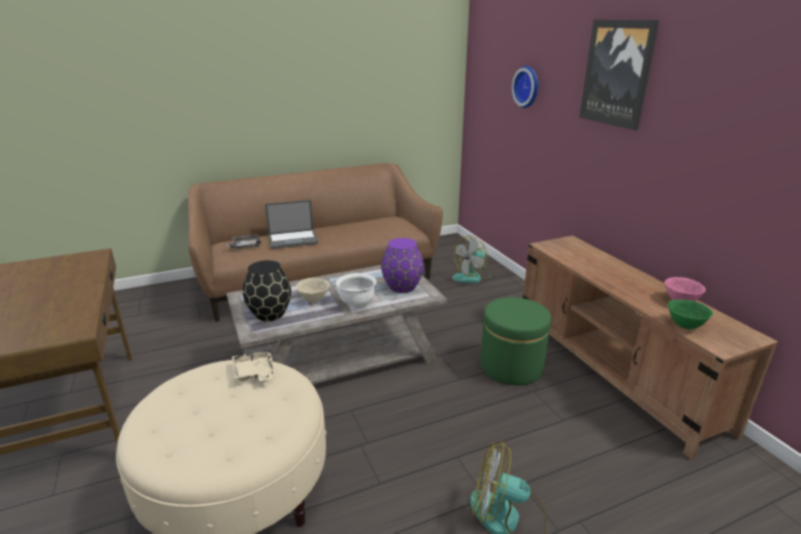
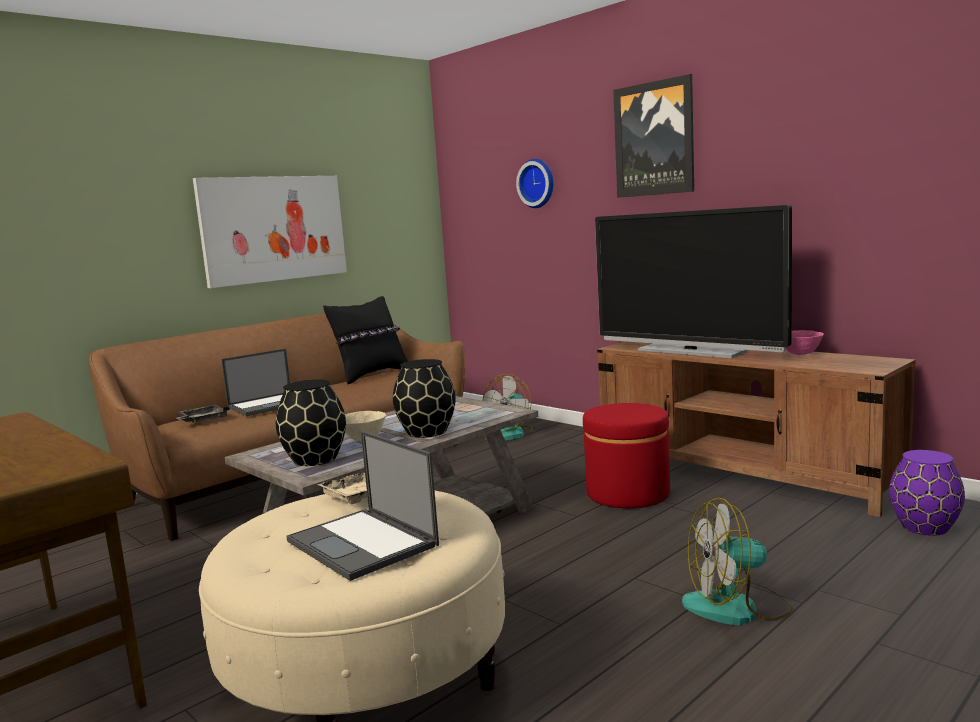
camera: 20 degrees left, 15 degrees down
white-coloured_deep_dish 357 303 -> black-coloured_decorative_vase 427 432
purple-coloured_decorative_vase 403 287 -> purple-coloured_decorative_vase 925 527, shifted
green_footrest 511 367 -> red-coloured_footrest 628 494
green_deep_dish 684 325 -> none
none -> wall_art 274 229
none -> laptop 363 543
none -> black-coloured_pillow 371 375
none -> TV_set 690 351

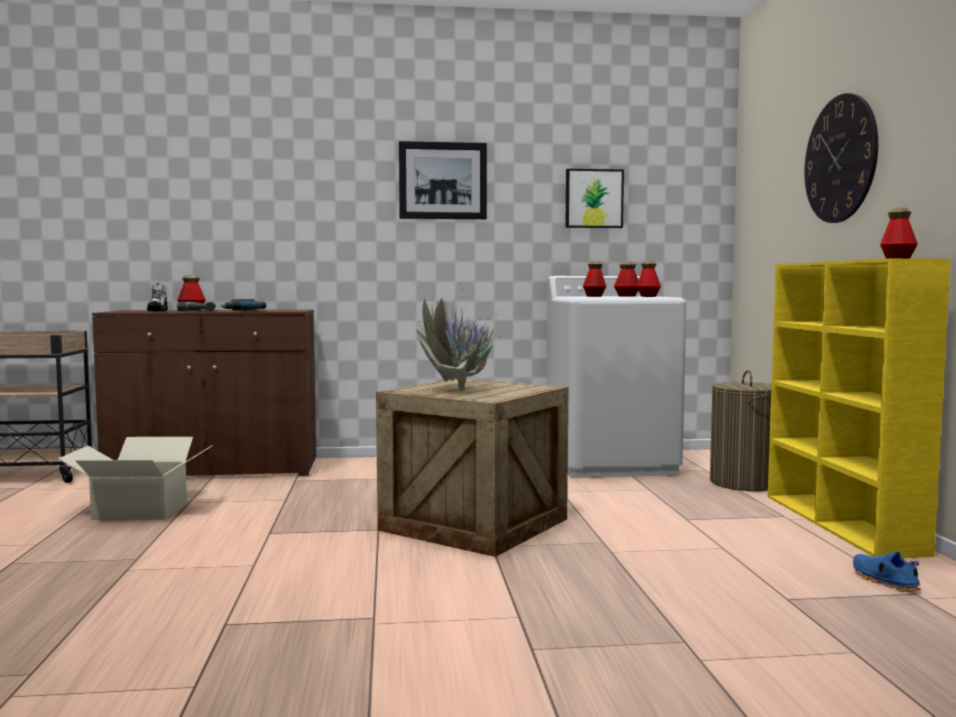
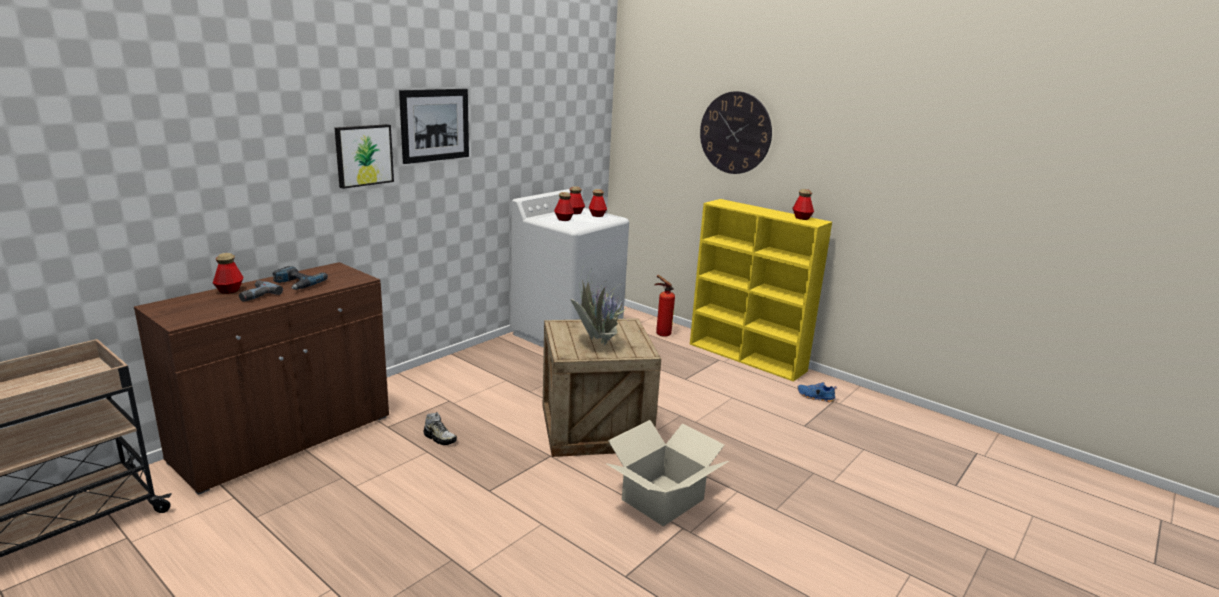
camera: 45 degrees left, 15 degrees up
carton 141 510 -> carton 662 499, shifted
shoe 158 311 -> shoe 440 438, shifted
wall_art 593 199 -> wall_art 363 155, shifted
laundry_basket 744 483 -> extinguisher 661 333

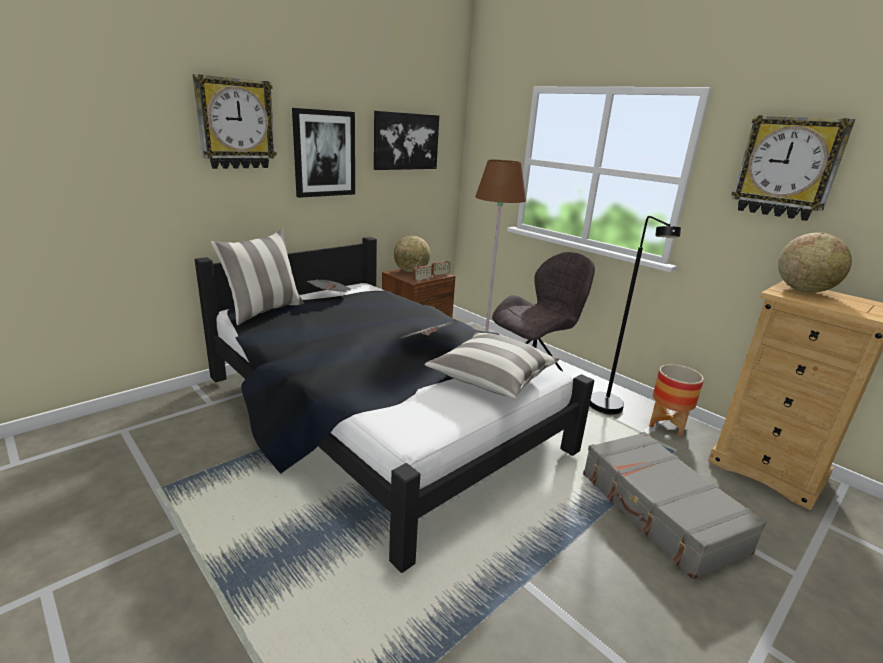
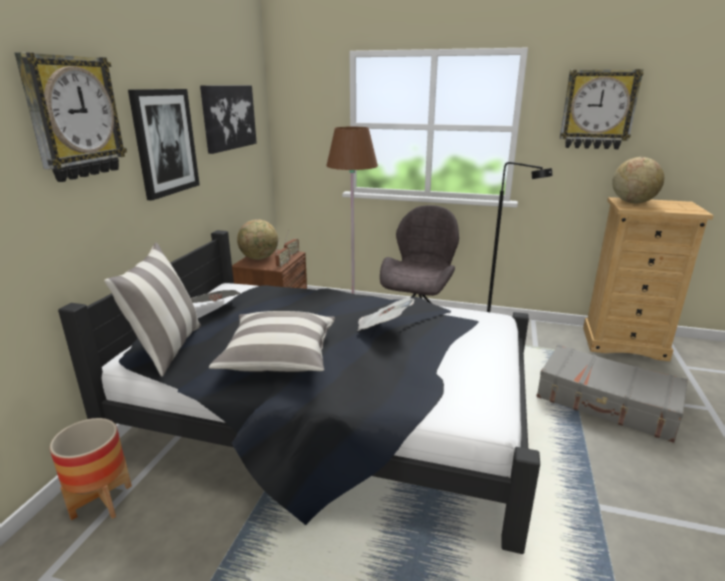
camera: 30 degrees left, 0 degrees up
pillow 491 378 -> pillow 279 357, shifted
plant_pot 667 424 -> plant_pot 102 501, shifted

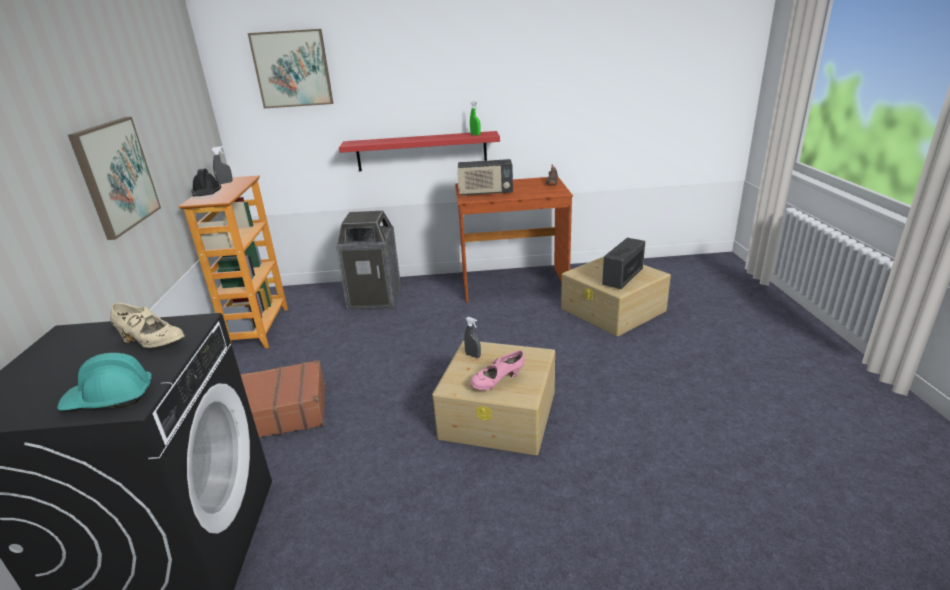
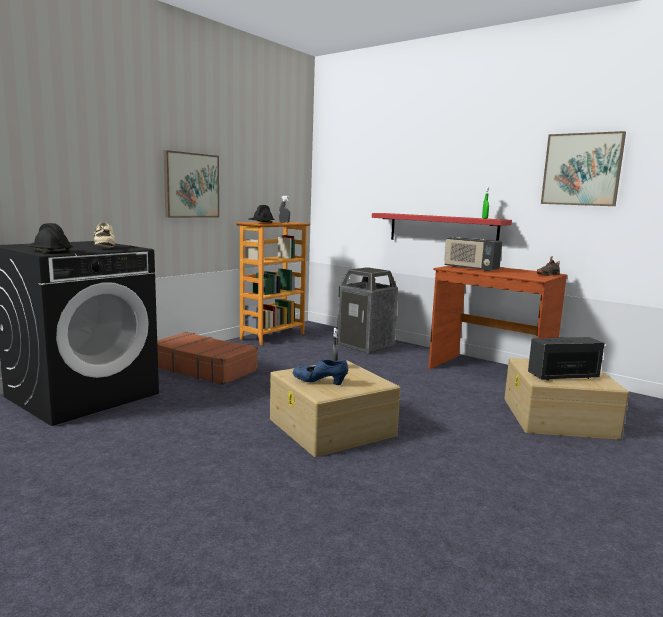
camera: 40 degrees right, 15 degrees down
turquoise_work_helmet 110 399 -> black-coloured_work_helmet 48 251
wall_art 292 69 -> wall_art 582 169, shifted
pinkish_shoe 498 382 -> bluish_shoe 319 382

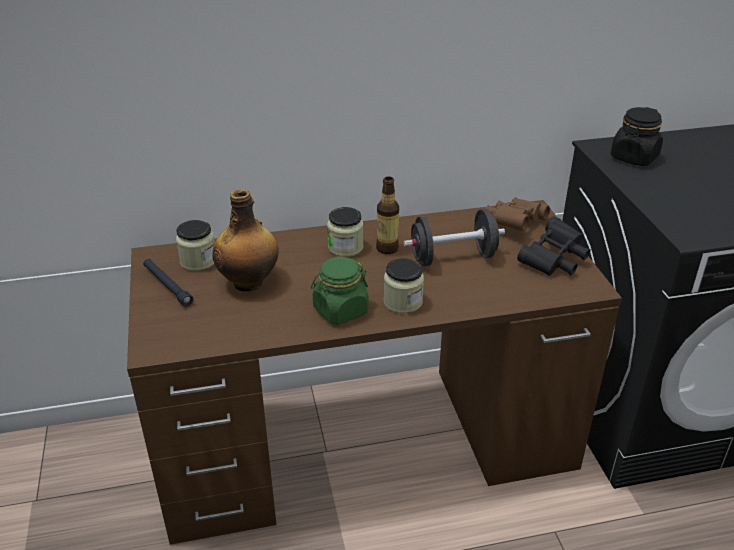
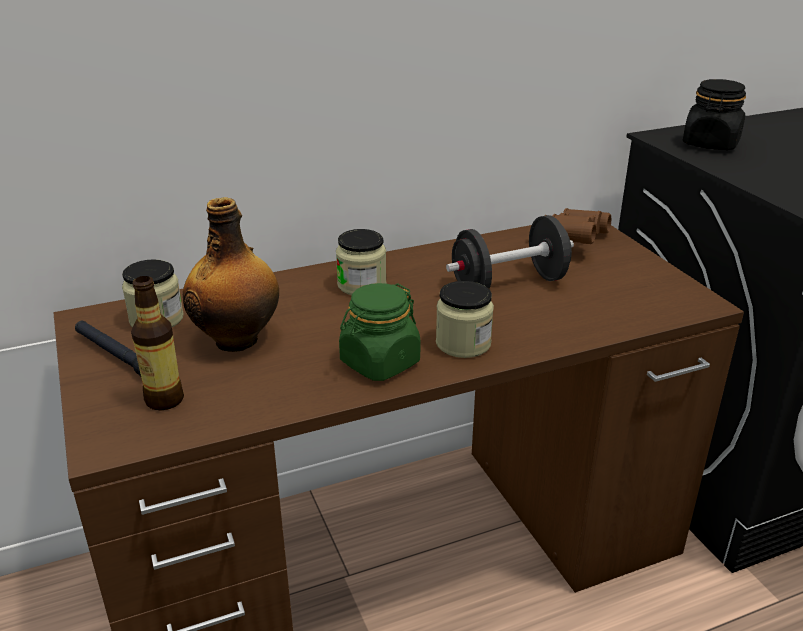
camera: 10 degrees left, 5 degrees down
beverage_bottle 387 248 -> beverage_bottle 164 400, shifted
black-coloured_pair_of_binoculars 554 261 -> none

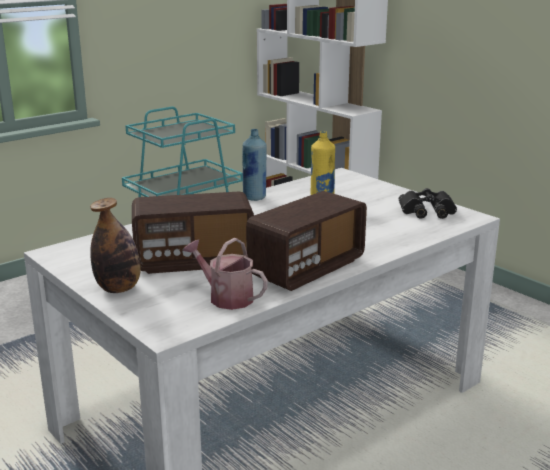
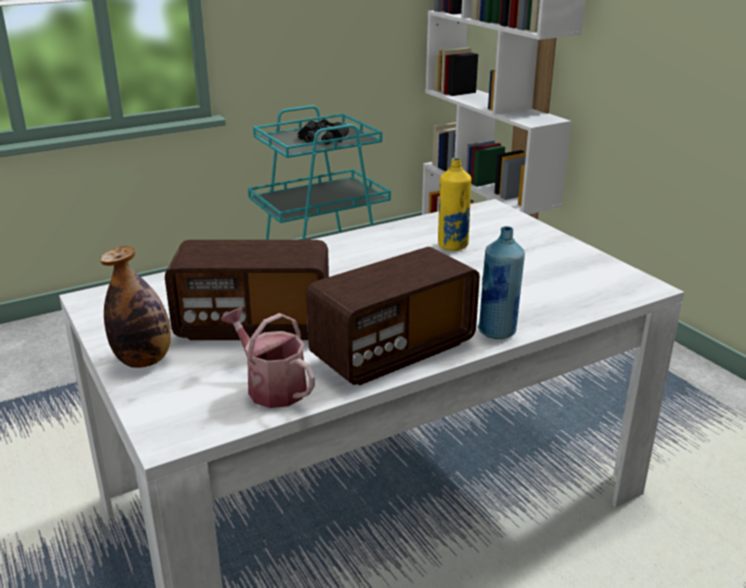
camera: 10 degrees right, 5 degrees up
bluish_beverage_bottle 254 197 -> bluish_beverage_bottle 497 331, shifted
black-coloured_pair_of_binoculars 427 211 -> black-coloured_pair_of_binoculars 322 138, shifted

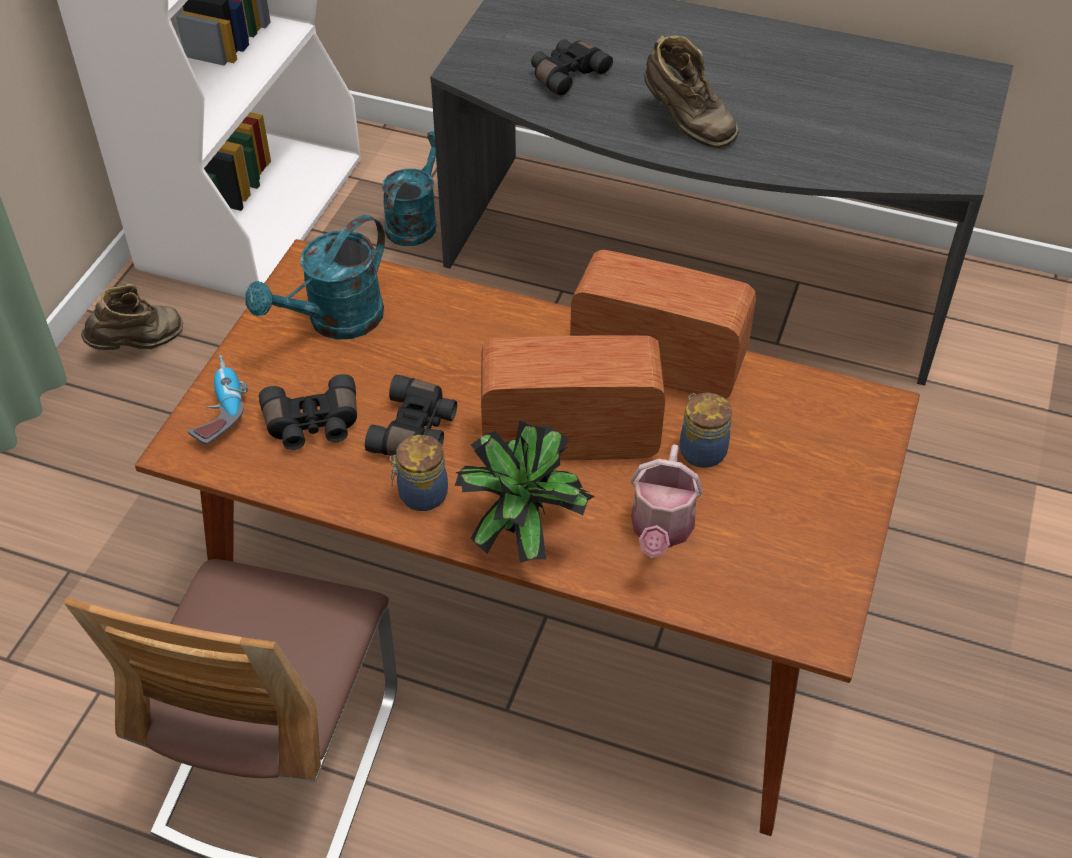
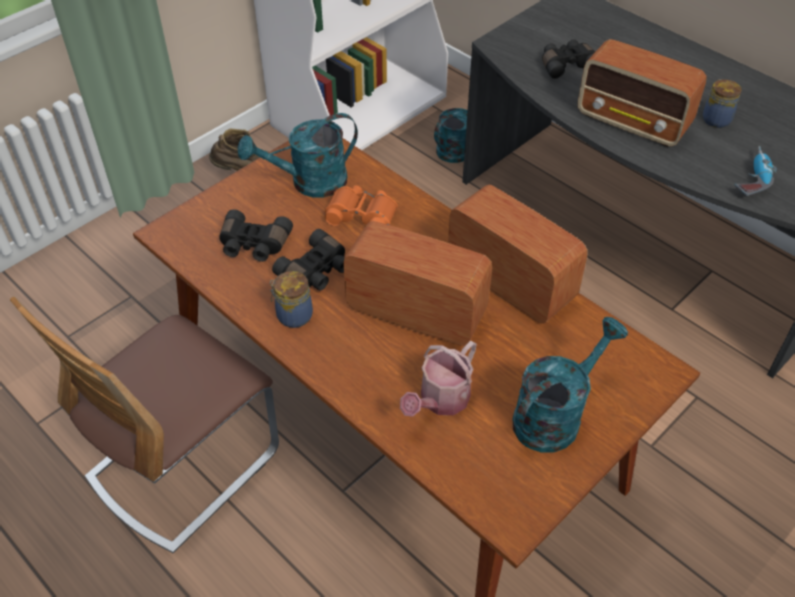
camera: 25 degrees right, 0 degrees up
electric_drill 218 408 -> electric_drill 751 178, shifted
potted_plant 521 534 -> none
brown_tall_boot 685 125 -> radio_receiver 634 122
jar 701 450 -> jar 715 119, shifted
none -> orange_pair_of_binoculars 362 215
none -> turquoise_watering_pot 554 415

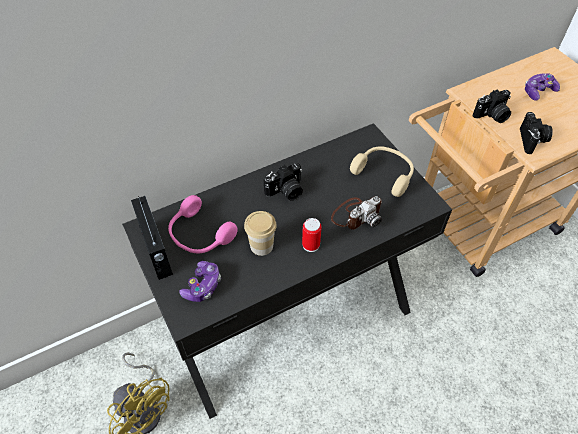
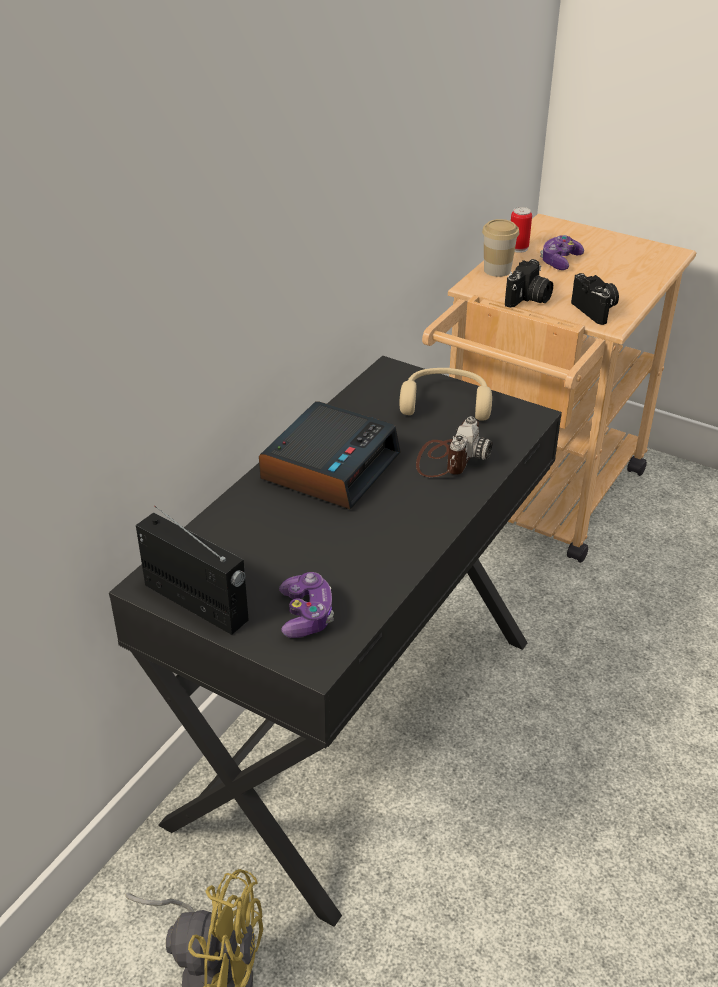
camera: 30 degrees left, 15 degrees down
pinkish_headset 199 235 -> none
small_cup 261 246 -> small_cup 497 270, shifted
photo_camera 286 191 -> alarm_clock 330 466
sealed_can 311 245 -> sealed_can 518 248, shifted

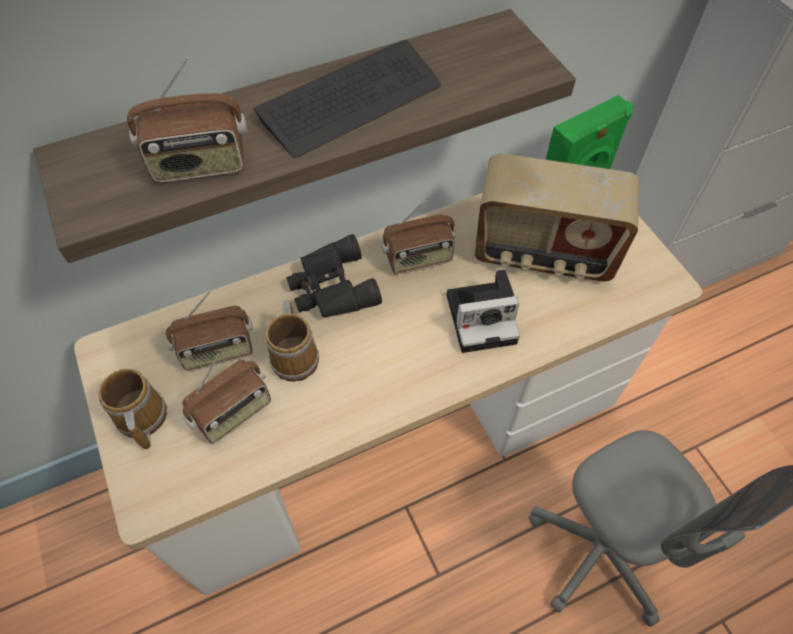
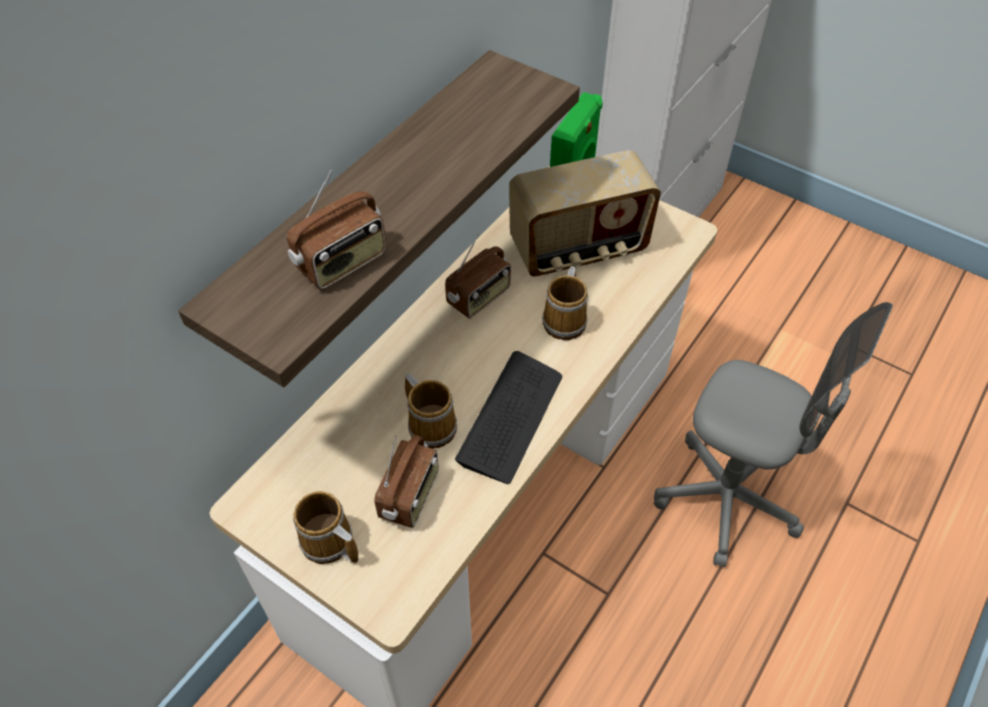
camera: 30 degrees left, 5 degrees down
radio_receiver 218 351 -> none
computer_keyboard 350 101 -> computer_keyboard 511 418, shifted
black-coloured_pair_of_binoculars 331 288 -> none
photo_camera 483 317 -> coffee_mug 566 320

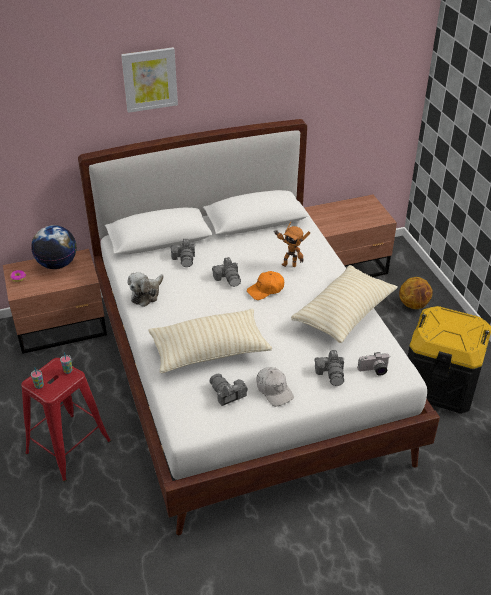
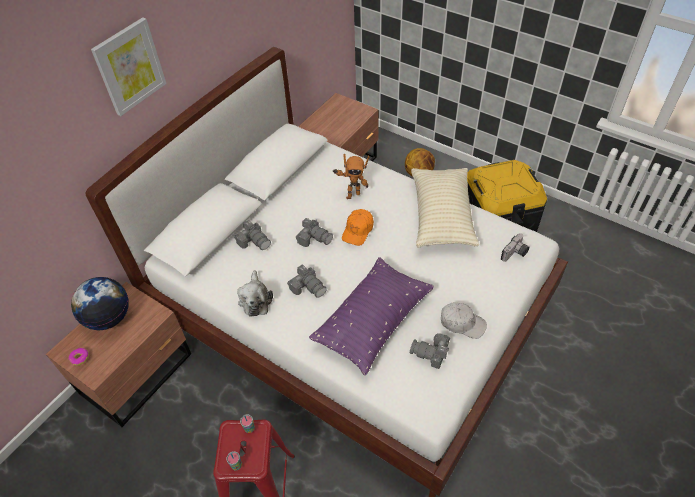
camera: 35 degrees left, 10 degrees up
sand-coloured_pillow 209 351 -> purple-coloured_pillow 373 321
photo_camera 331 373 -> photo_camera 308 287, shifted

